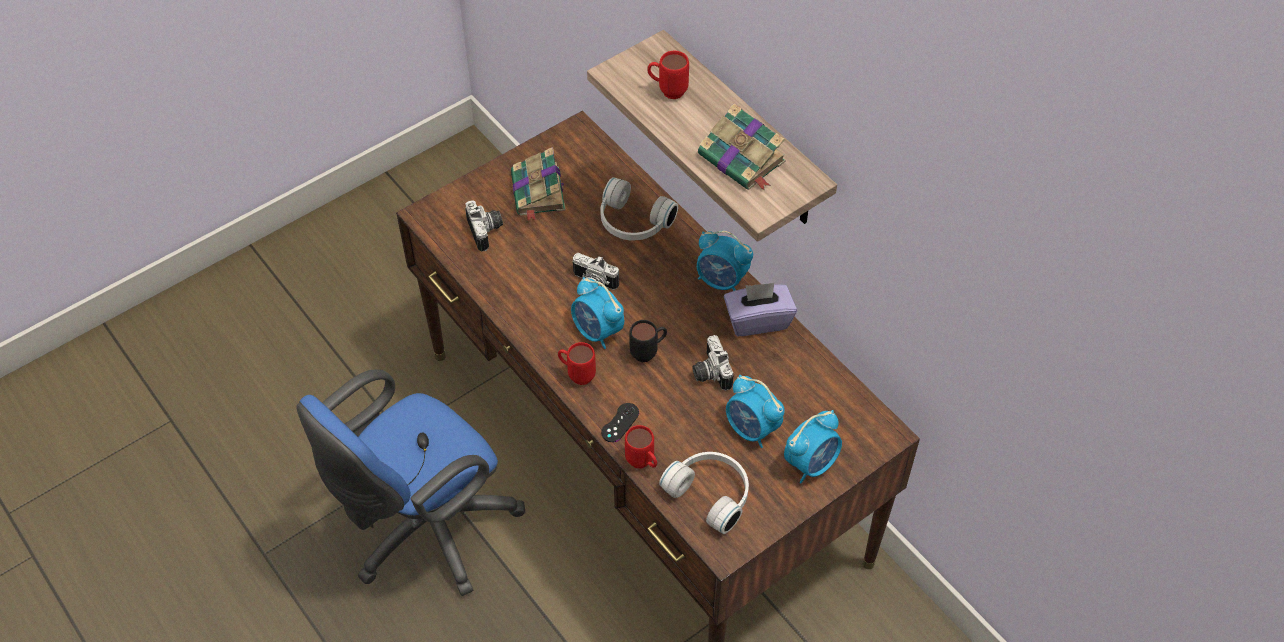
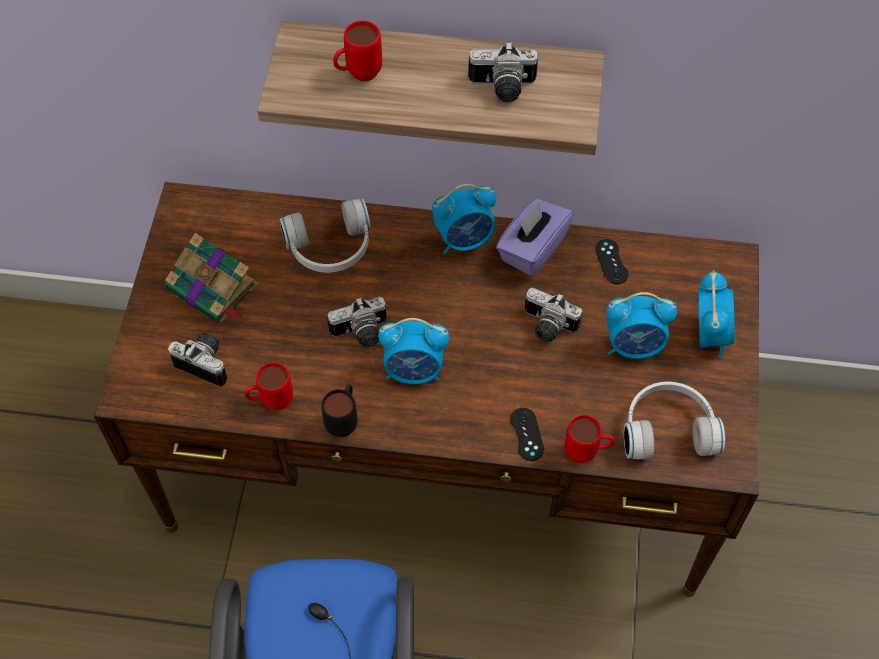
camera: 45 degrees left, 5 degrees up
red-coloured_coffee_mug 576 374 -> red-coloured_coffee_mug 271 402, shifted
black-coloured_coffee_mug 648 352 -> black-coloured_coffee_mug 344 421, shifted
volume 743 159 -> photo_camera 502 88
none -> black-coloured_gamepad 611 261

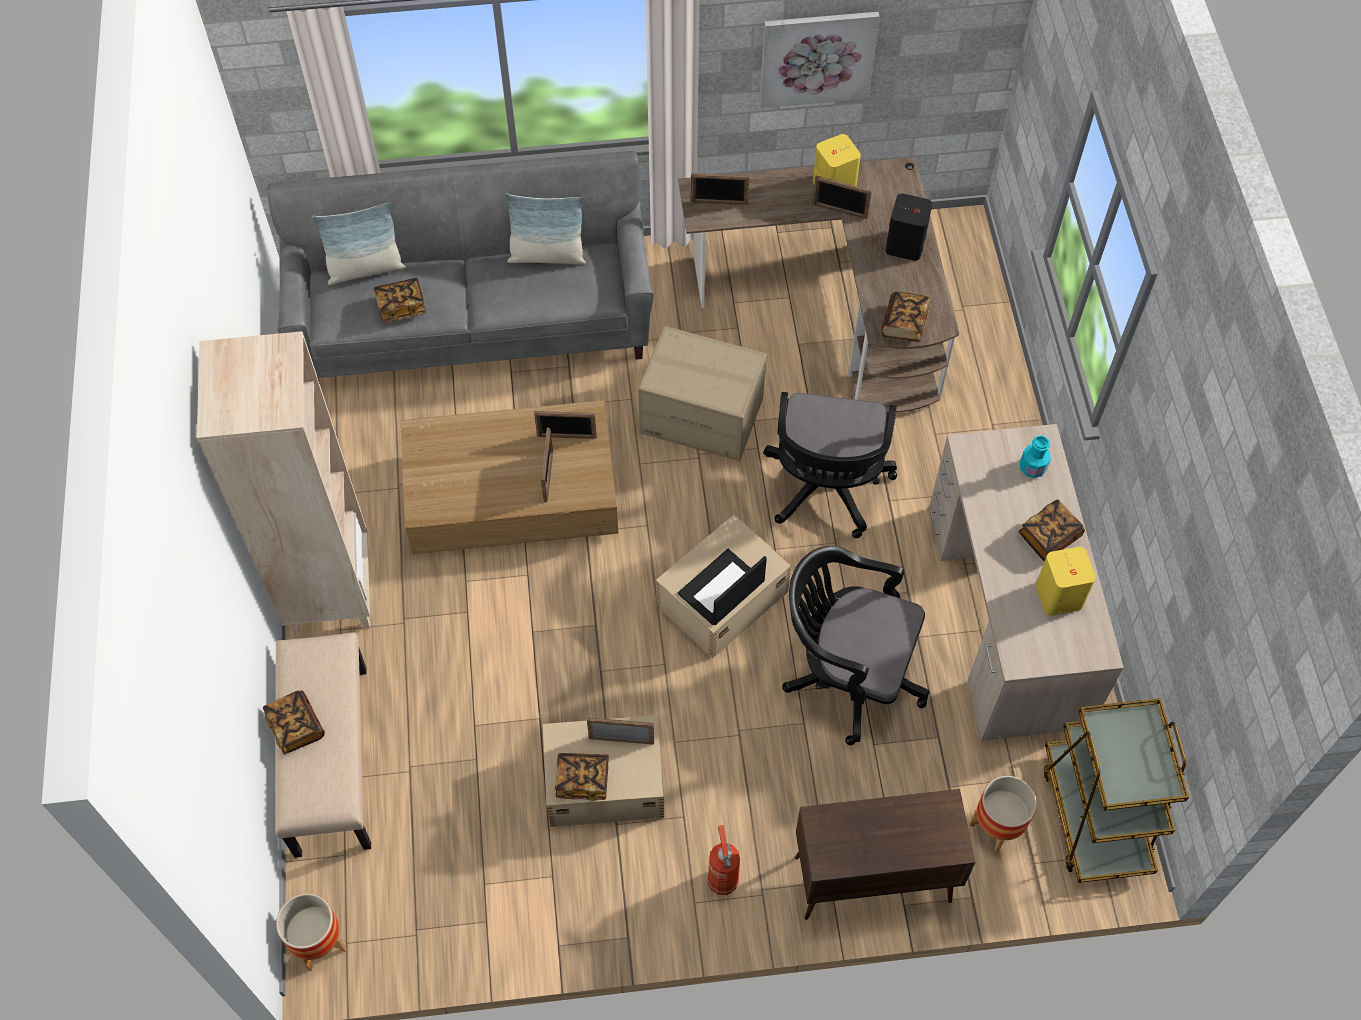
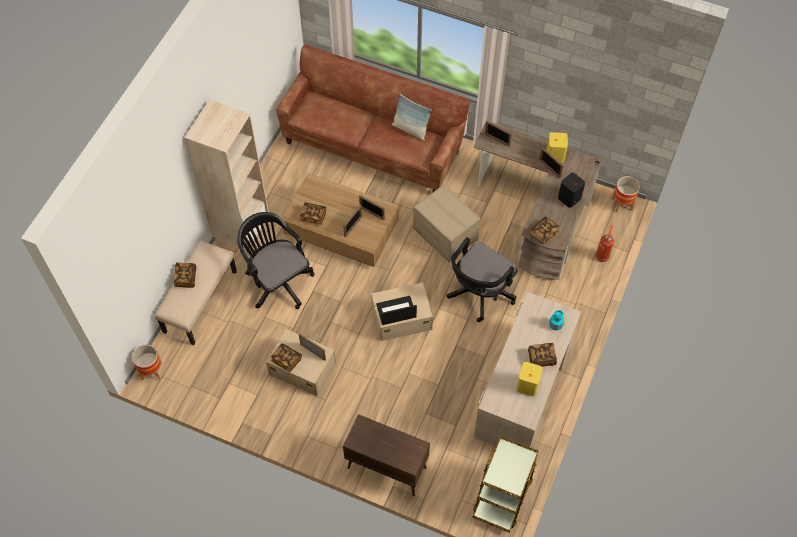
camera: 30 degrees right, 0 degrees up
gray_sofa 474 326 -> brown_sofa 372 147
pillow 365 269 -> none
volume 401 307 -> volume 313 216, shifted
extinguisher 722 878 -> extinguisher 602 256, shifted
wall_art 817 57 -> none
black-coloured_office_chair 847 674 -> black-coloured_office_chair 277 281, shifted
plant_pot 997 827 -> plant_pot 622 204, shifted

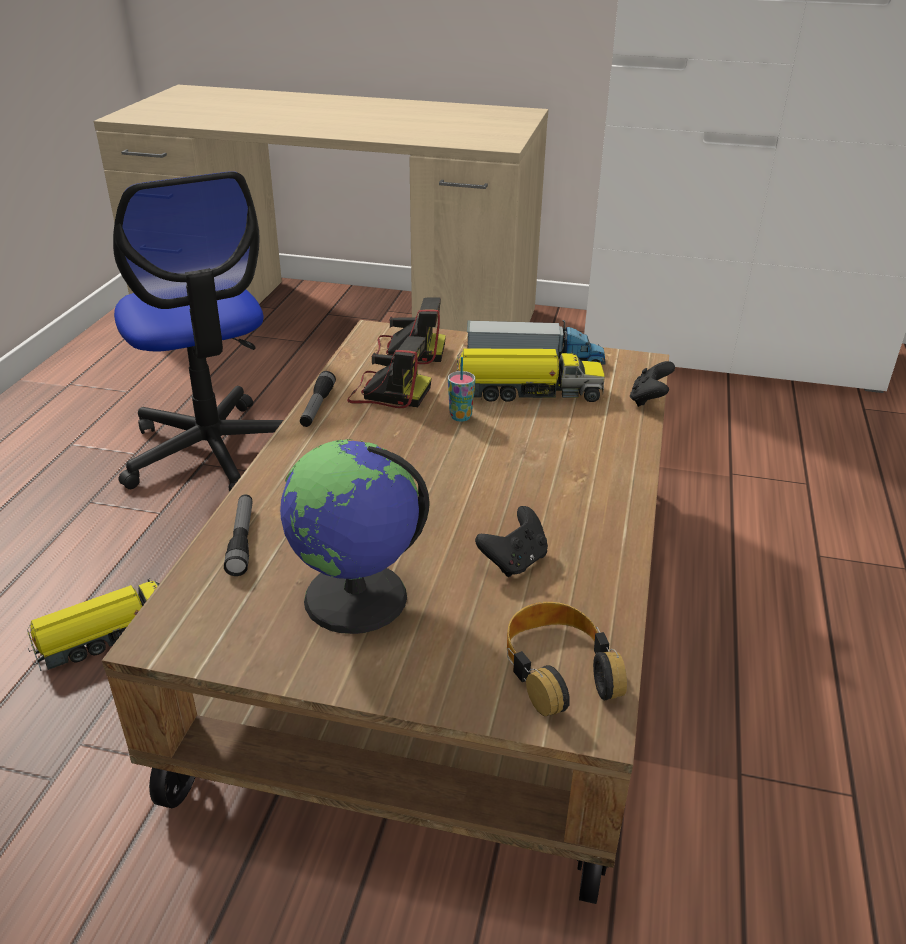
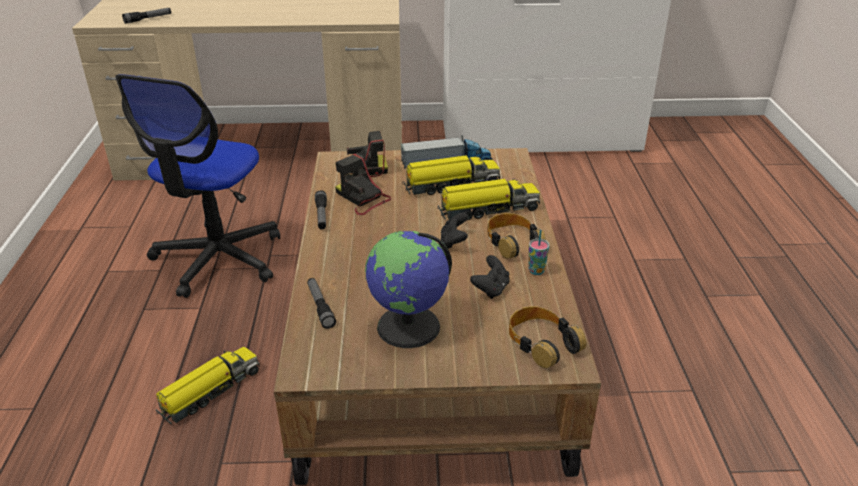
camera: 15 degrees left, 0 degrees up
office_chair 213 451 -> office_chair 218 259, 60 degrees clockwise
photo_camera 387 392 -> photo_camera 362 198, 135 degrees counterclockwise
small_cup 460 417 -> small_cup 536 271, shifted
black-coloured_gamepad 649 400 -> black-coloured_gamepad 453 242, shifted
none -> torch 148 19
none -> toy_lorry 487 210
none -> headset 513 242

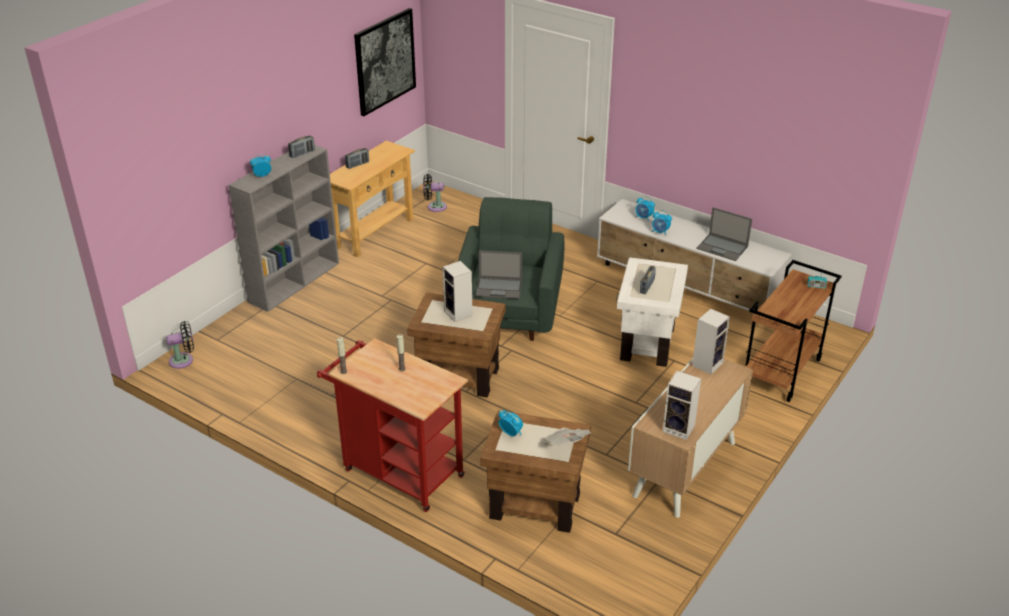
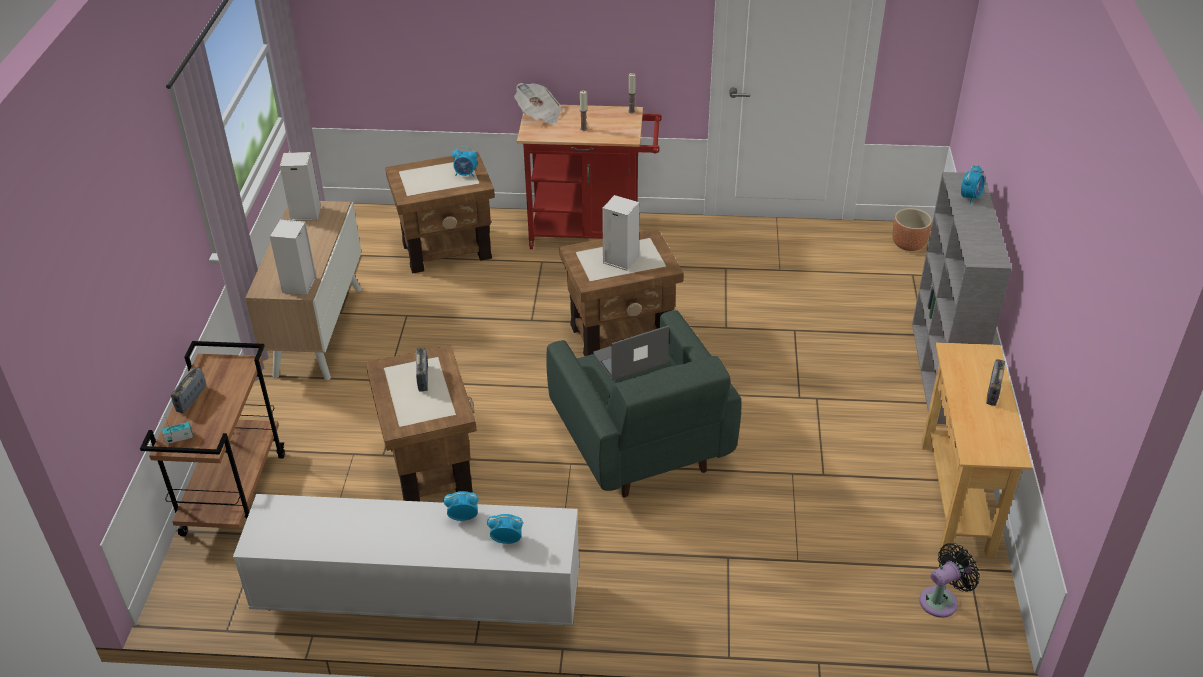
camera: 150 degrees right, 5 degrees up
black-coloured_electric_fan 184 360 -> brown_plant_pot 909 244
radio_receiver 302 154 -> radio_receiver 191 399, shifted
wall_art 384 61 -> none
daily_paper 566 445 -> daily_paper 539 115, shifted
white-coloured_side_table 646 343 -> brown_side_table 431 467
laptop 723 247 -> none

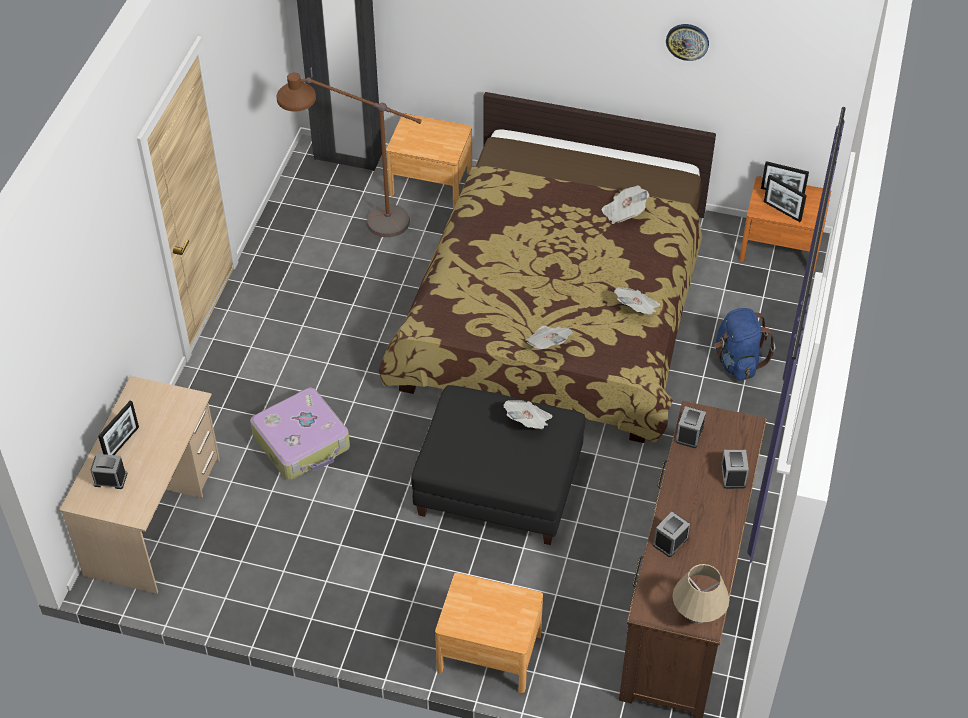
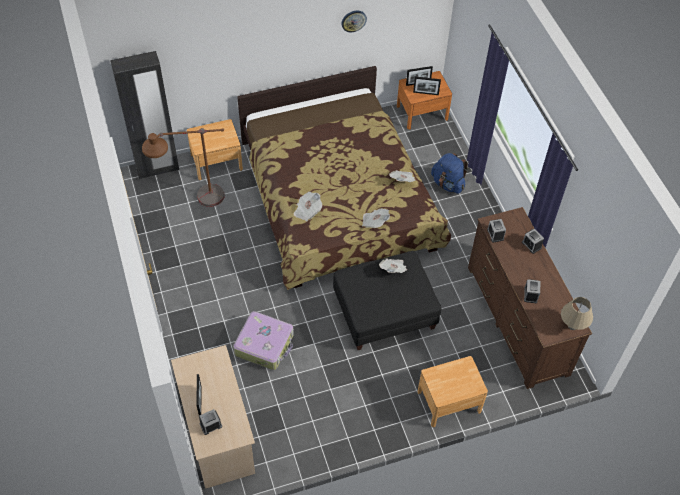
camera: 35 degrees left, 5 degrees up
daily_paper 624 213 -> daily_paper 307 211, shifted

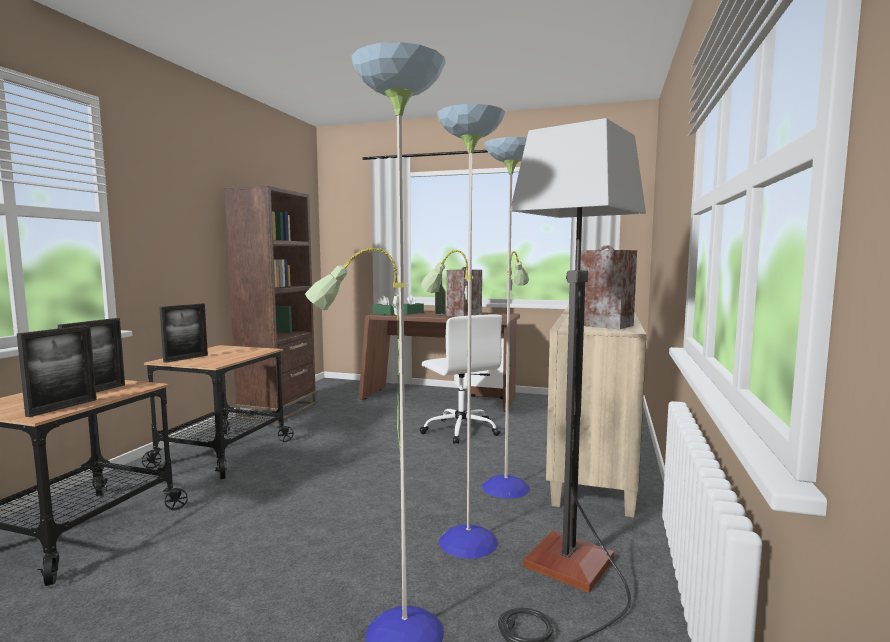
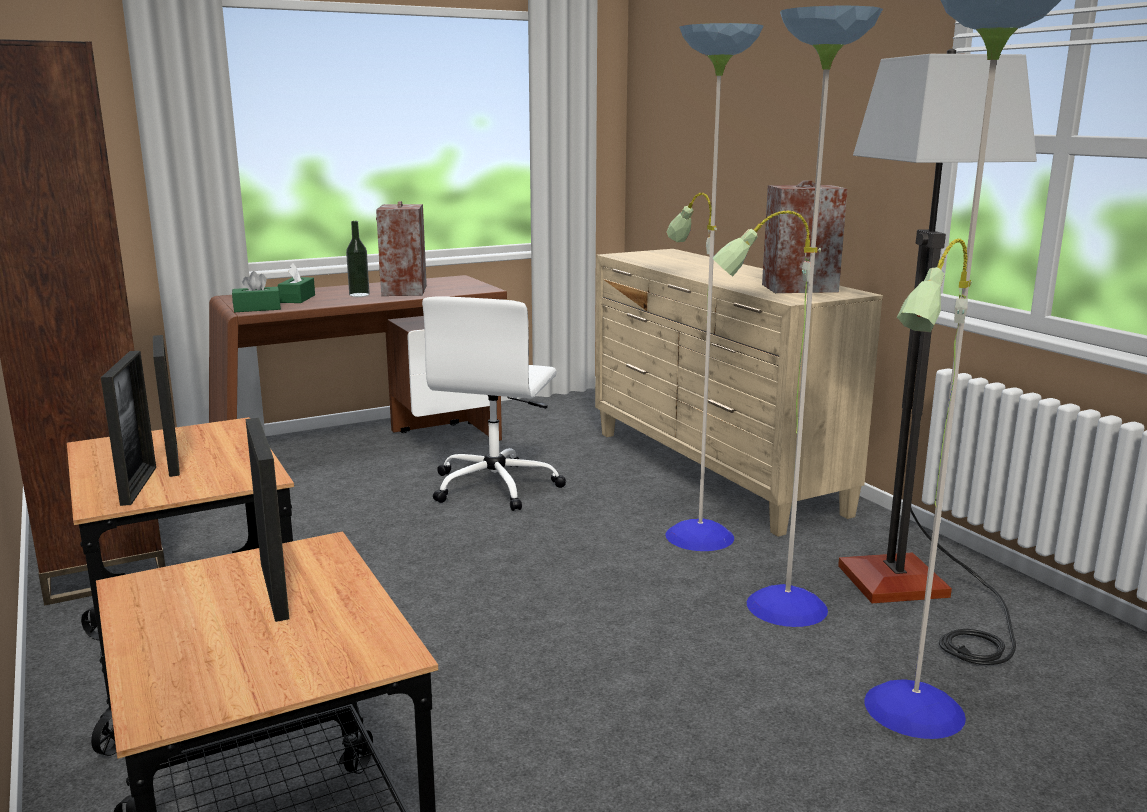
camera: 45 degrees left, 10 degrees up
standing_frame 62 407 -> standing_frame 173 460, shifted
white-coloured_office_chair 460 429 -> white-coloured_office_chair 496 486, 90 degrees clockwise

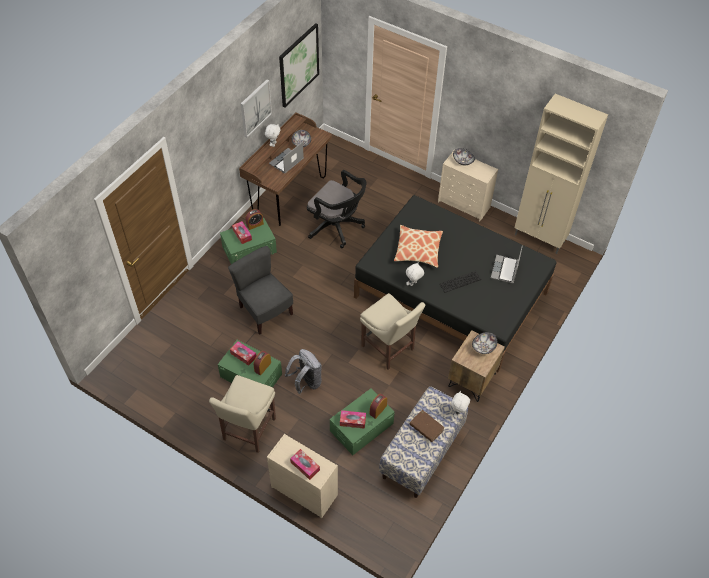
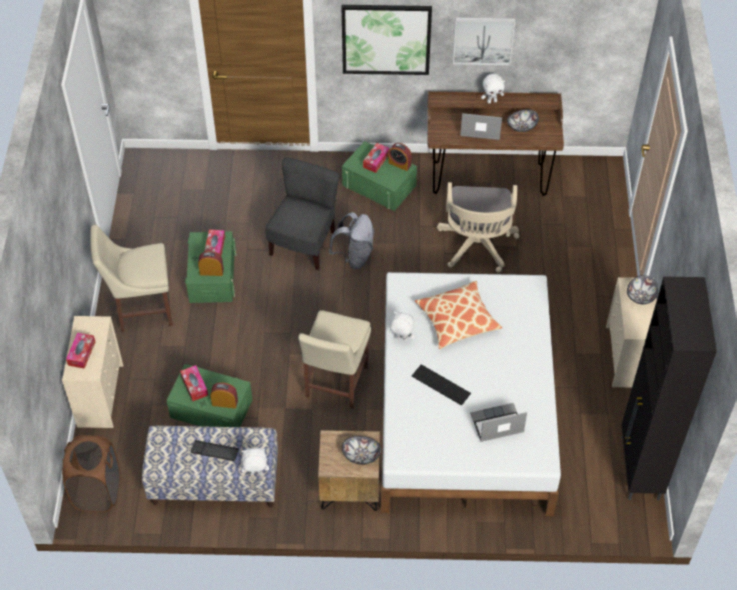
camera: 60 degrees right, 0 degrees up
wall_art 298 65 -> wall_art 386 39, shifted
gray_backpack 306 382 -> gray_backpack 354 257, shifted
black-coloured_office_chair 337 227 -> sand-coloured_office_chair 477 247
black-coloured_sleeping_bed 451 295 -> white-coloured_sleeping_bed 464 409
brown_volume 426 427 -> computer_keyboard 214 451
sand-coloured_storage_cabinet 540 238 -> black-coloured_storage_cabinet 639 468
none -> brown_laundry_basket 97 492

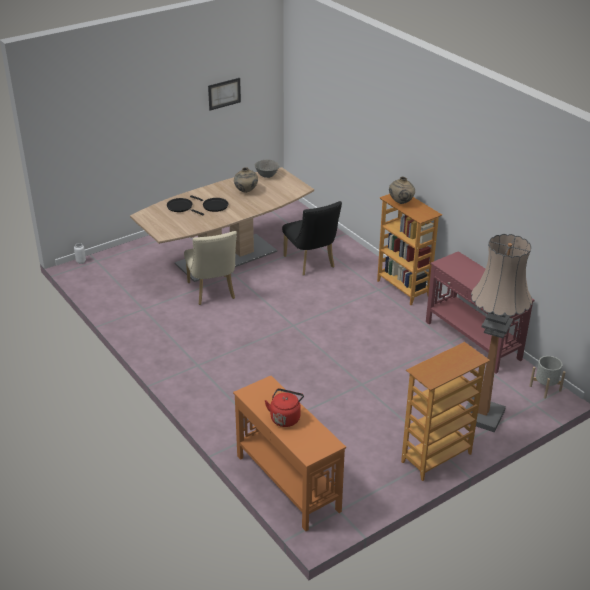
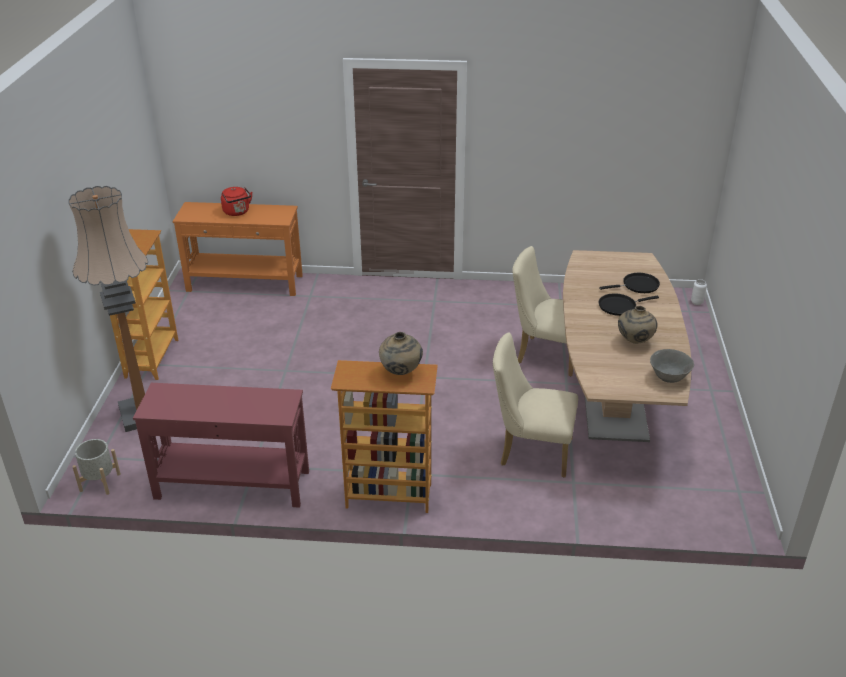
camera: 130 degrees right, 0 degrees up
wall_art 224 93 -> none
black-coloured_chair 311 263 -> sand-coloured_chair 530 451

